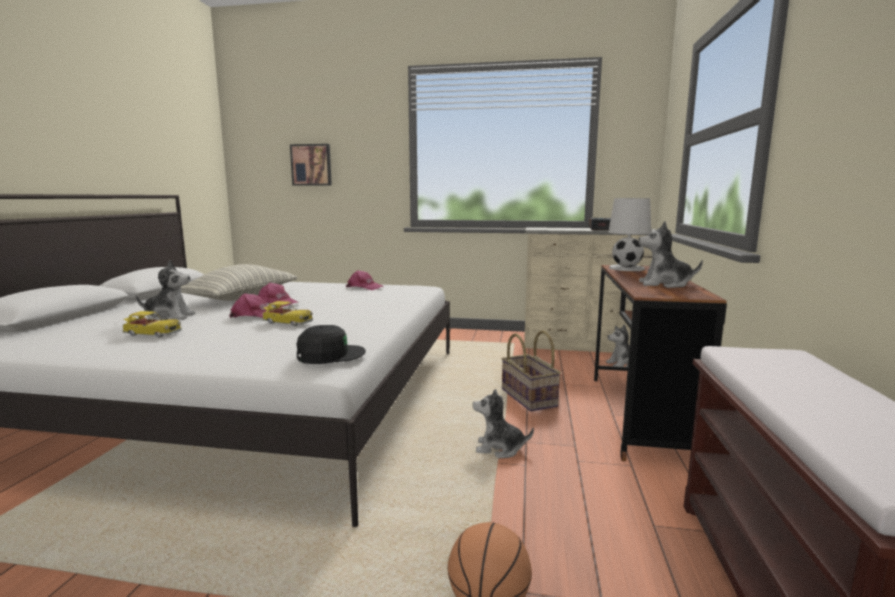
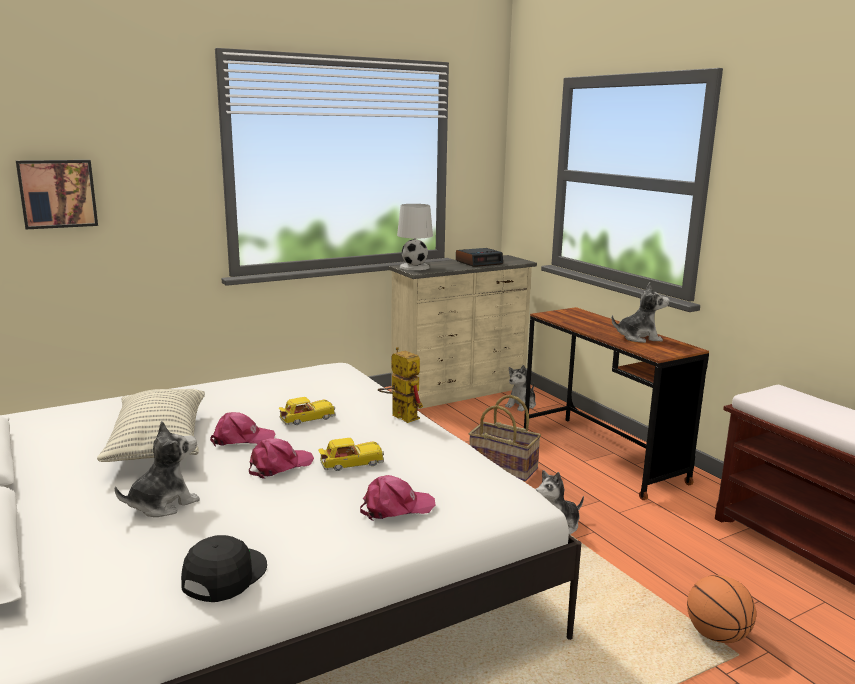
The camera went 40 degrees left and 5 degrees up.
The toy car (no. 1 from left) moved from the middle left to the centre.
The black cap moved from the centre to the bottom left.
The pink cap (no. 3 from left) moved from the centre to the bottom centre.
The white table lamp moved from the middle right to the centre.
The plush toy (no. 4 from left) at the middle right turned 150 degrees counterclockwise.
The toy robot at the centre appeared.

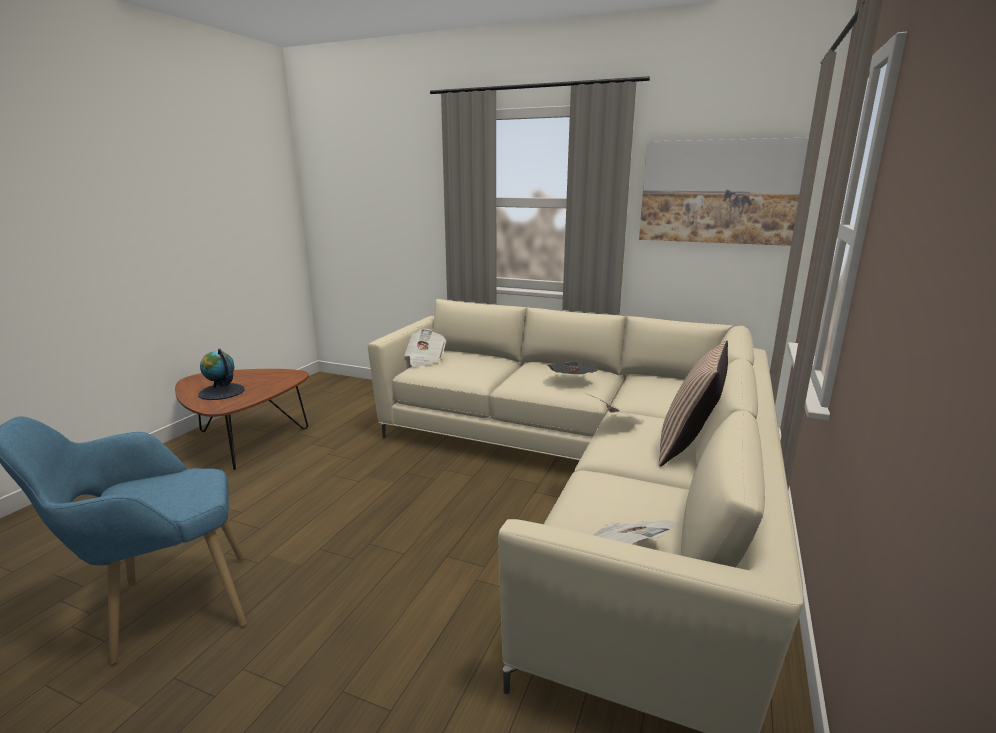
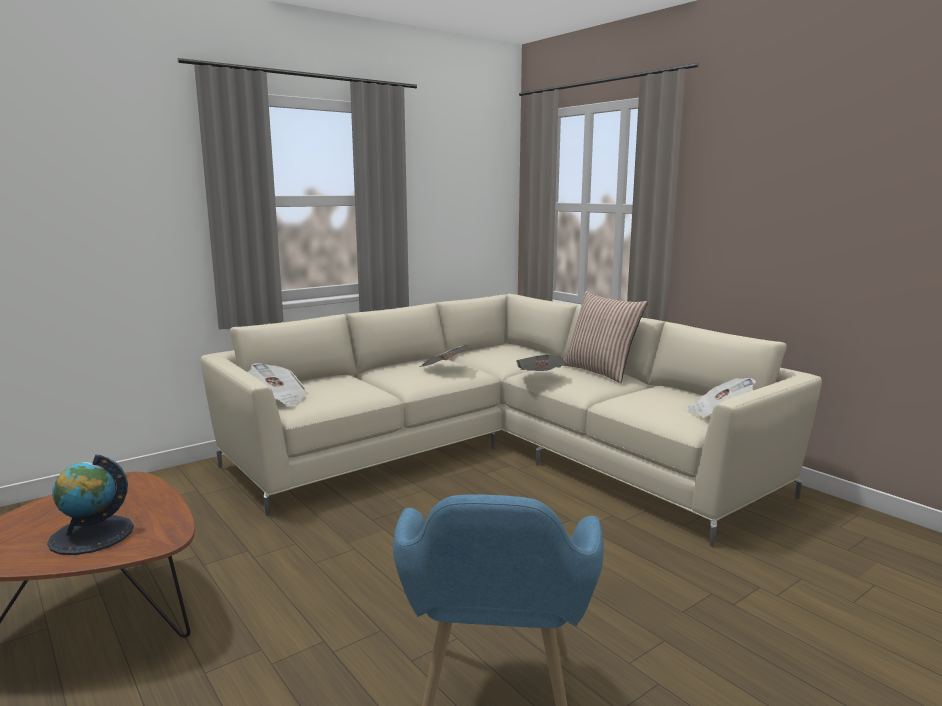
The camera went 60 degrees left and 5 degrees down.
The picture at the top right disappeared.

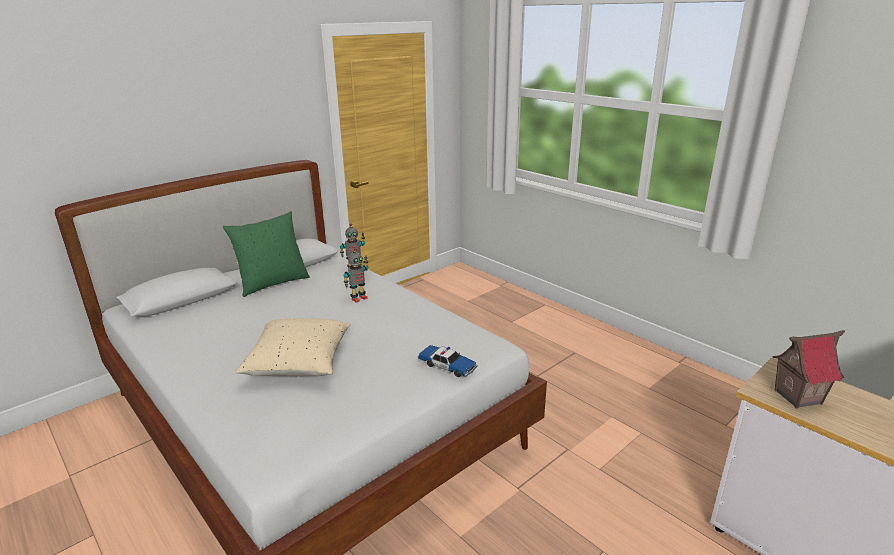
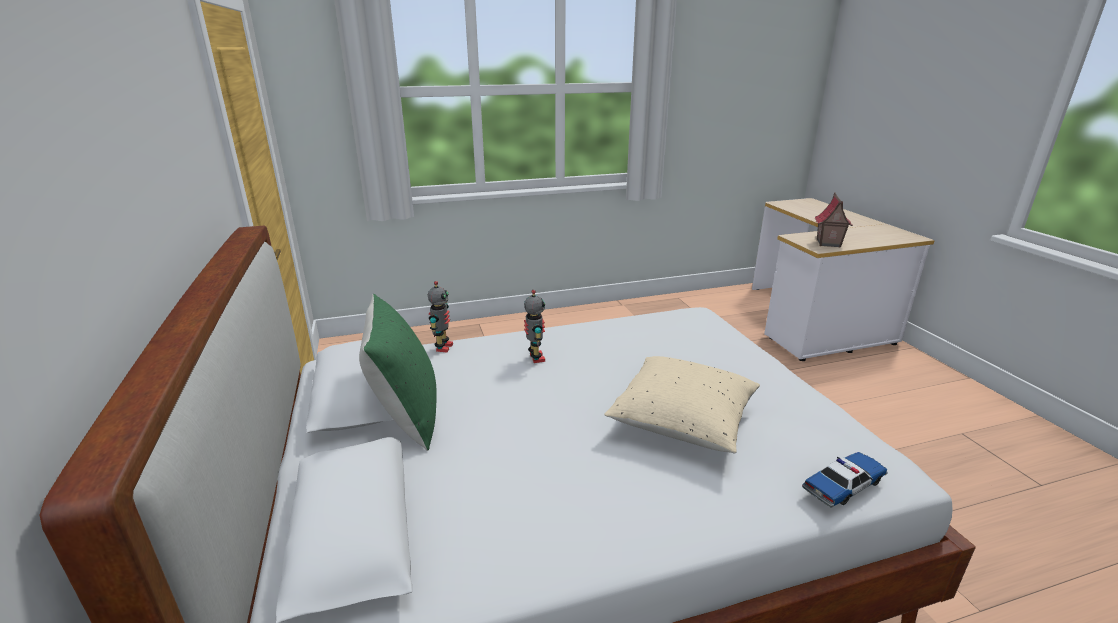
The camera went 65 degrees left and 0 degrees up.
The toy car moved from the centre to the bottom right.

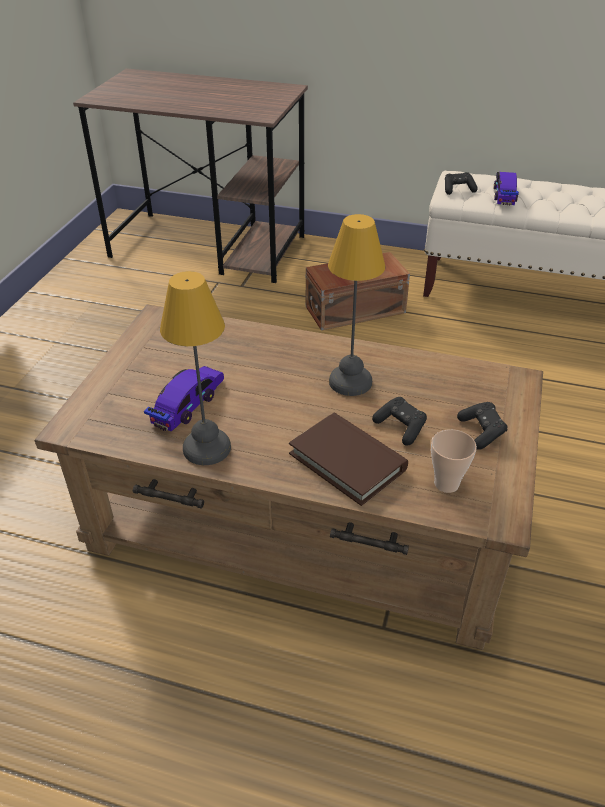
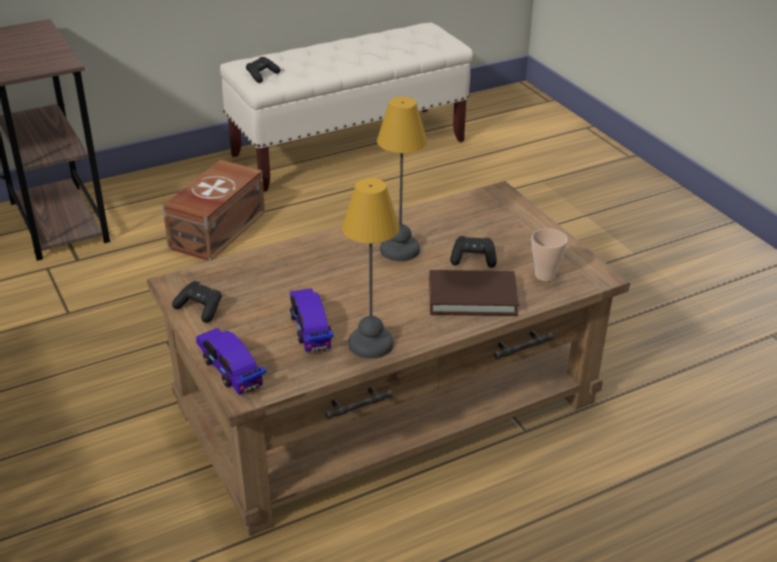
The camera went 45 degrees left and 5 degrees down.
The black game controller (no. 3 from left in the first image) moved from the middle right to the middle left.
The toy car (no. 2 from left in the first image) moved from the top right to the middle left.

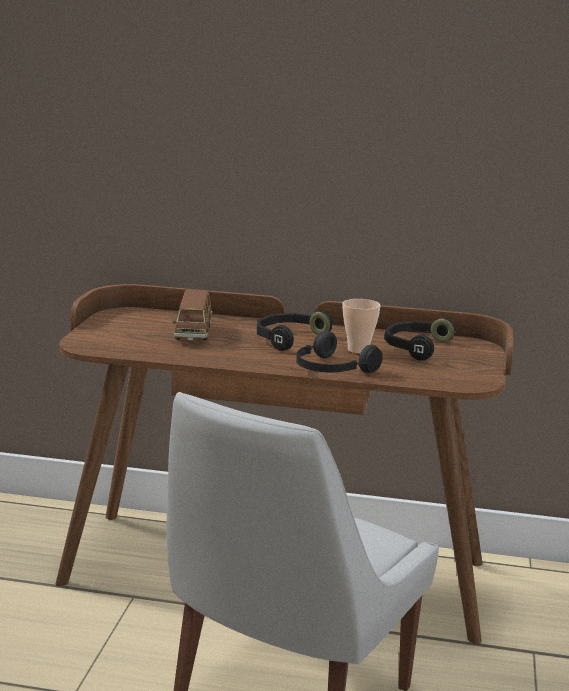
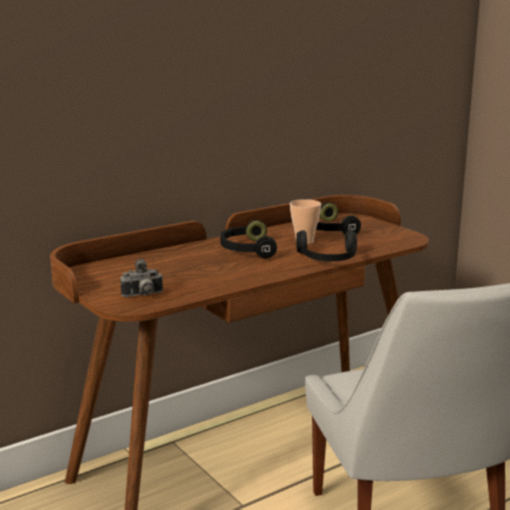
The camera went 45 degrees left and 0 degrees up.
The brown toy car at the centre disappeared.
The photo camera at the middle left appeared.

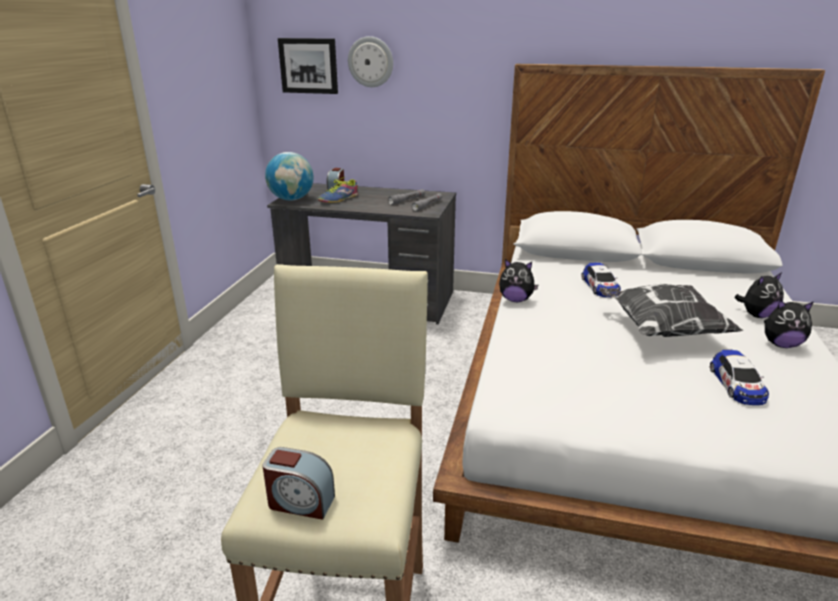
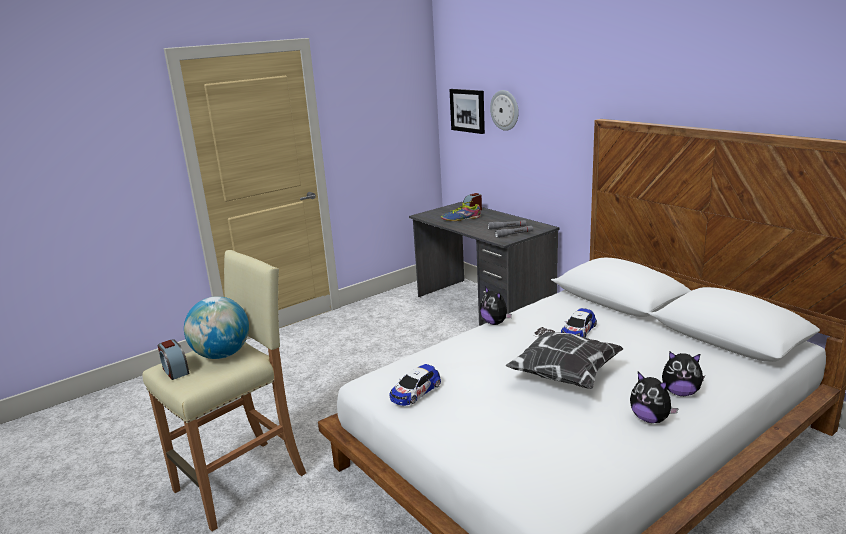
The camera went 40 degrees right and 5 degrees down.
The globe moved from the top centre to the middle left.
The toy car (no. 2 from left in the first image) moved from the middle right to the bottom centre.

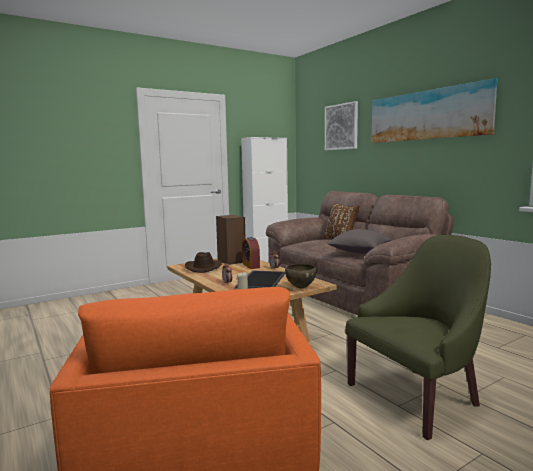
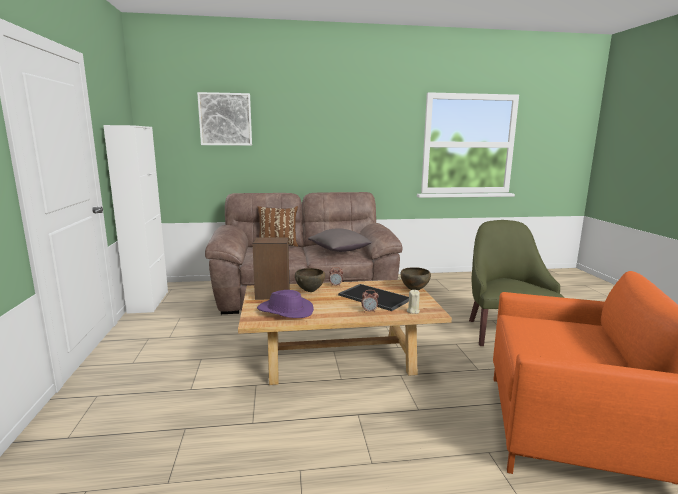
The camera went 65 degrees left and 5 degrees up.
The brown hat at the centre became the purple hat at the centre.
The alarm clock (no. 2 from left) at the centre was replaced by the brown bowl (no. 1 from left) at the centre.
The picture (no. 2 from left) at the top right disappeared.

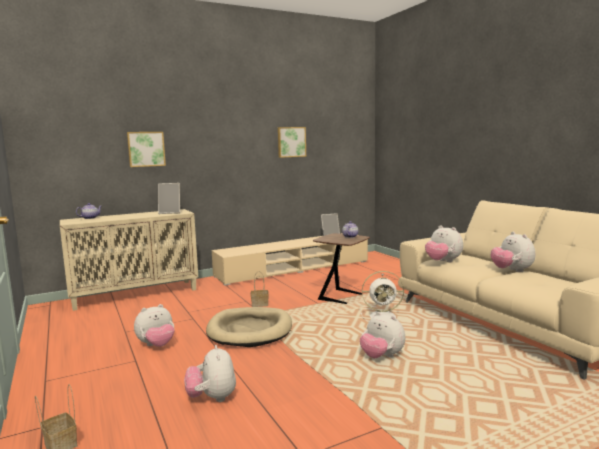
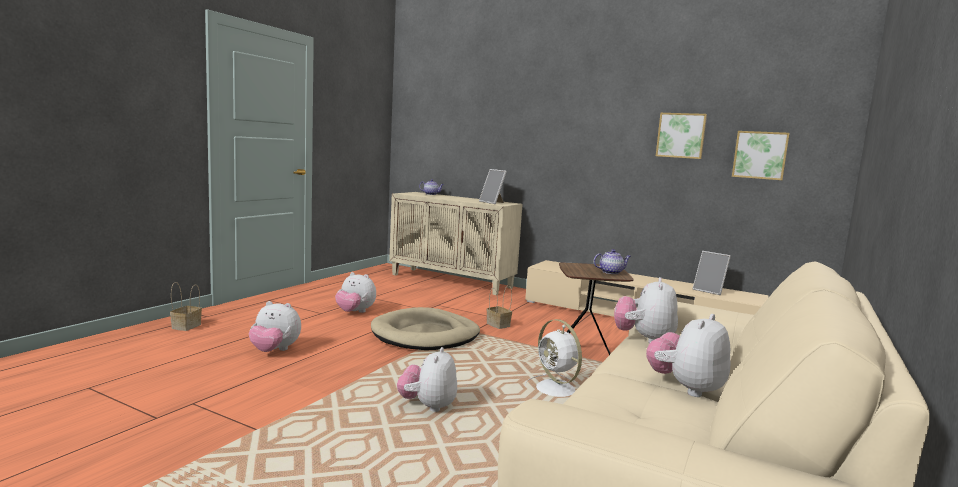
The camera went 55 degrees right and 0 degrees up.
The picture (no. 1 from left in the first image) moved from the top left to the top right.
The plush toy (no. 2 from left in the first image) at the bottom centre turned 120 degrees counterclockwise.

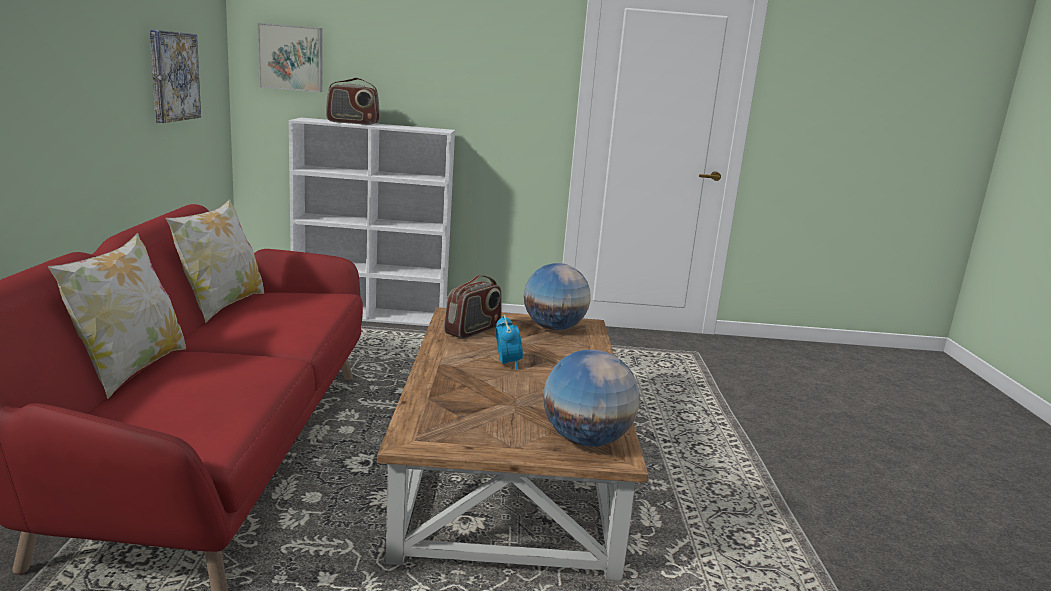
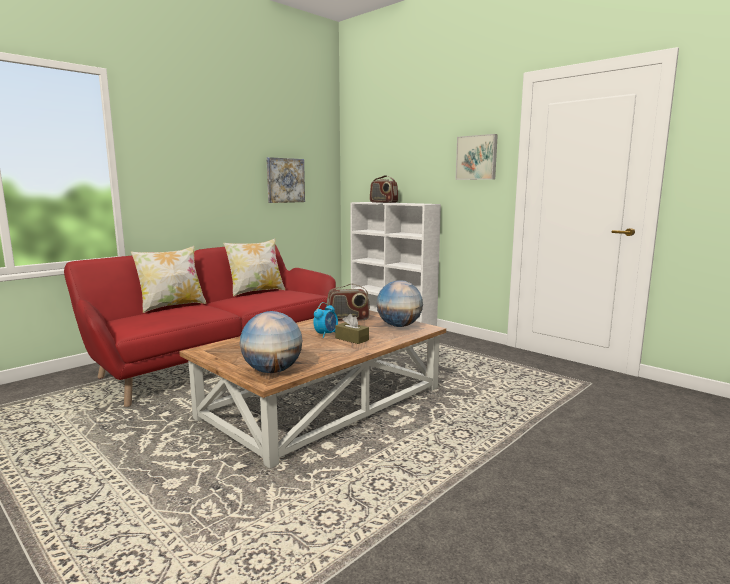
The camera went 45 degrees right and 5 degrees down.
The picture (no. 2 from left) moved from the top left to the top centre.
The brown tissue box at the centre appeared.

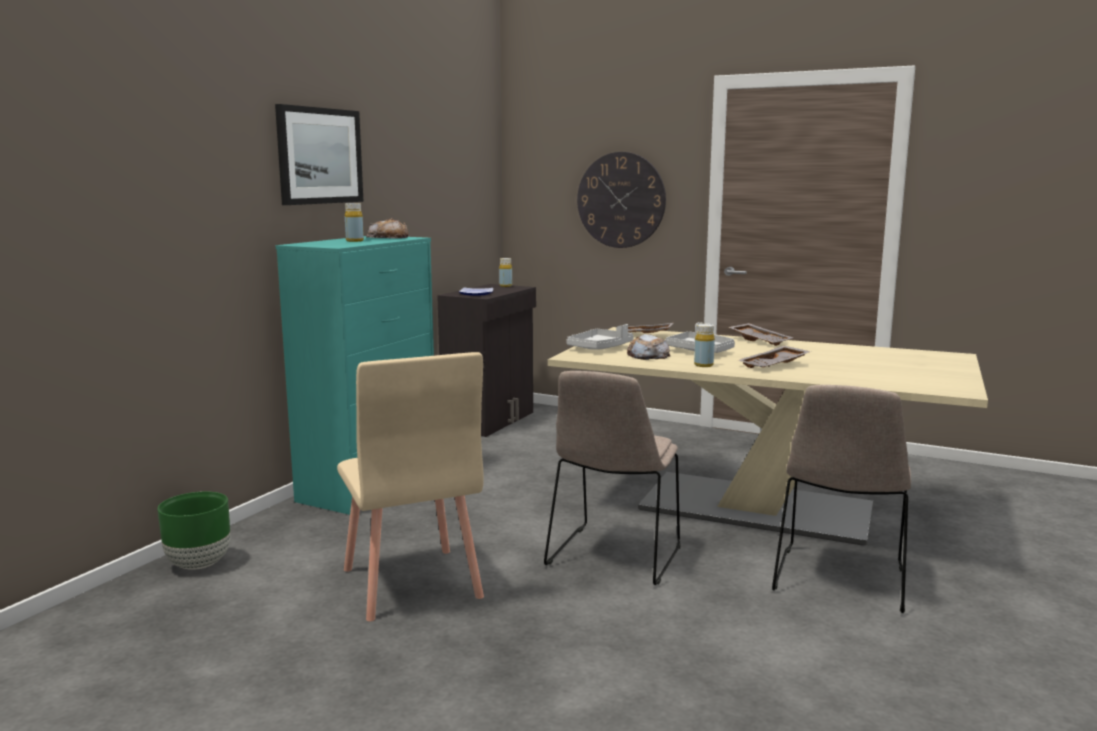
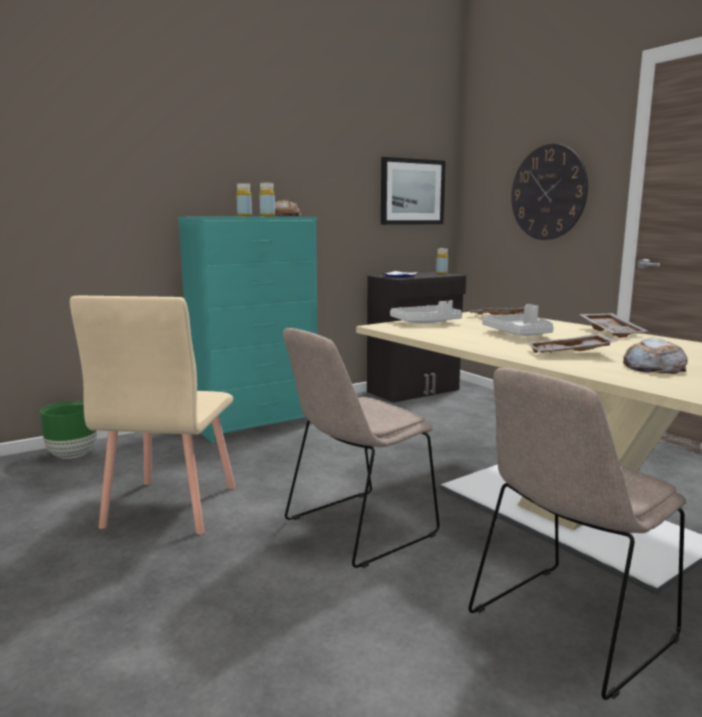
The camera went 30 degrees right and 0 degrees up.
The picture moved from the top left to the top centre.
The bread (no. 2 from left) moved from the centre to the middle right.
The yellow bottle (no. 3 from left in the first image) moved from the centre to the top centre.

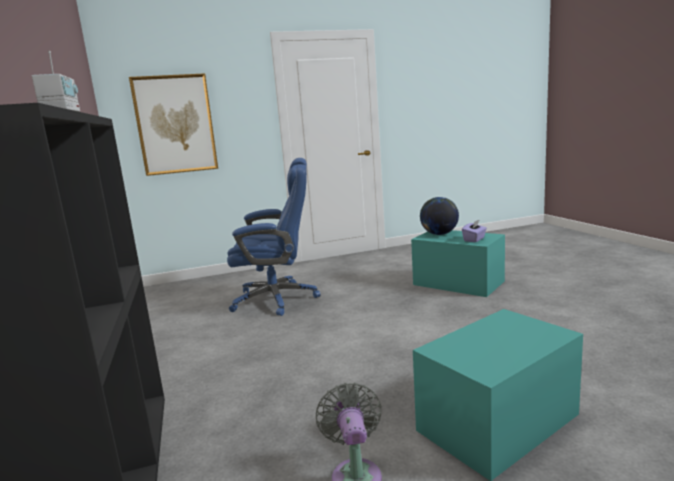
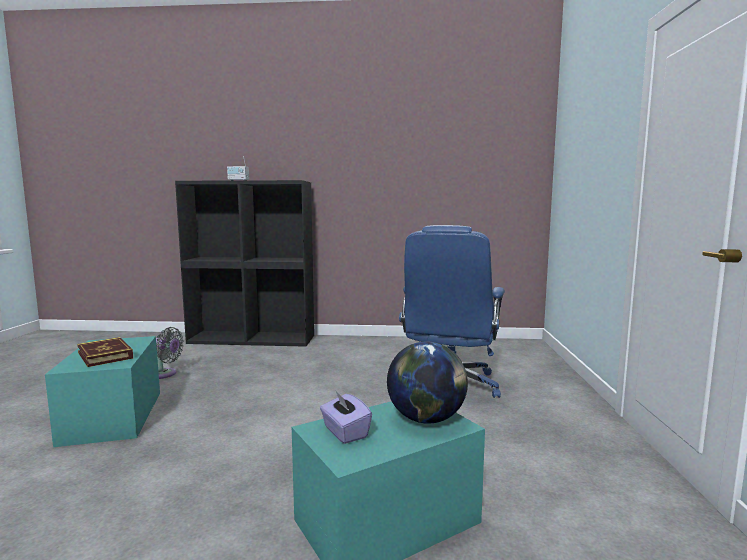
The camera went 110 degrees right and 5 degrees down.
The picture at the top left disappeared.
The book at the middle left appeared.

